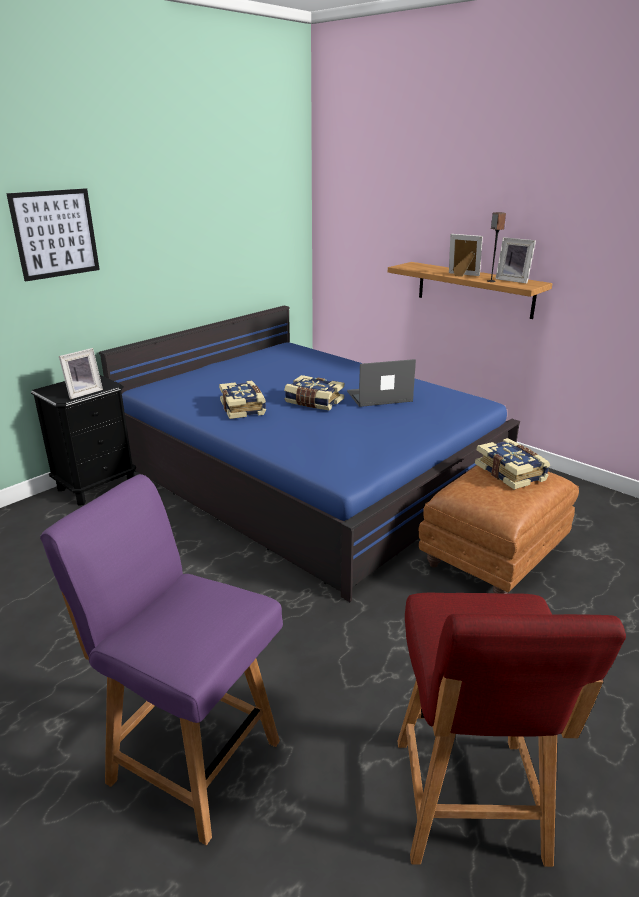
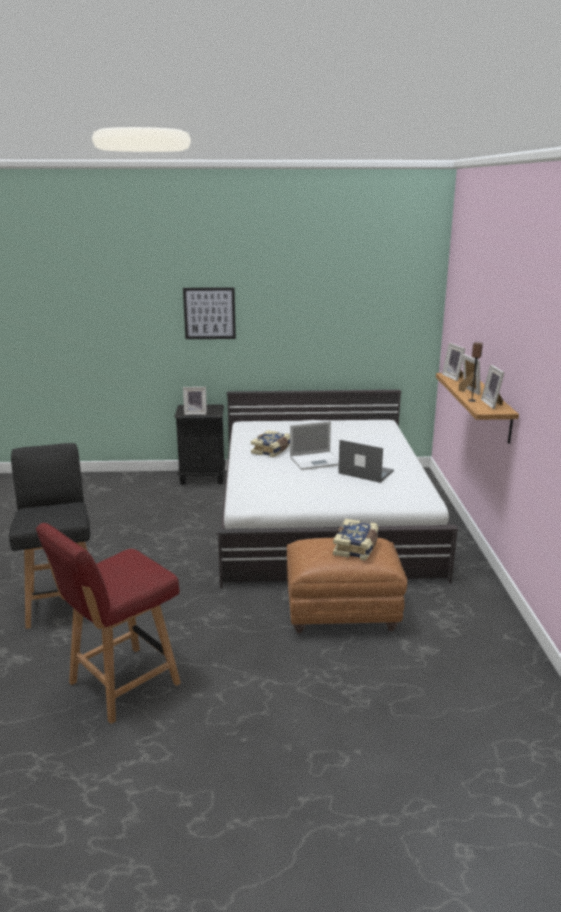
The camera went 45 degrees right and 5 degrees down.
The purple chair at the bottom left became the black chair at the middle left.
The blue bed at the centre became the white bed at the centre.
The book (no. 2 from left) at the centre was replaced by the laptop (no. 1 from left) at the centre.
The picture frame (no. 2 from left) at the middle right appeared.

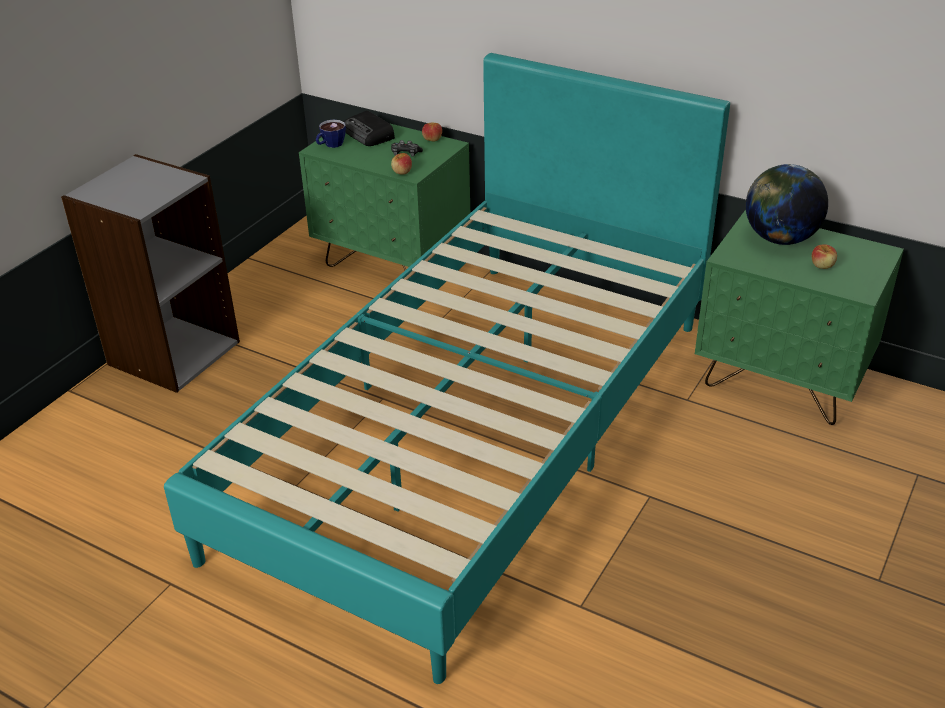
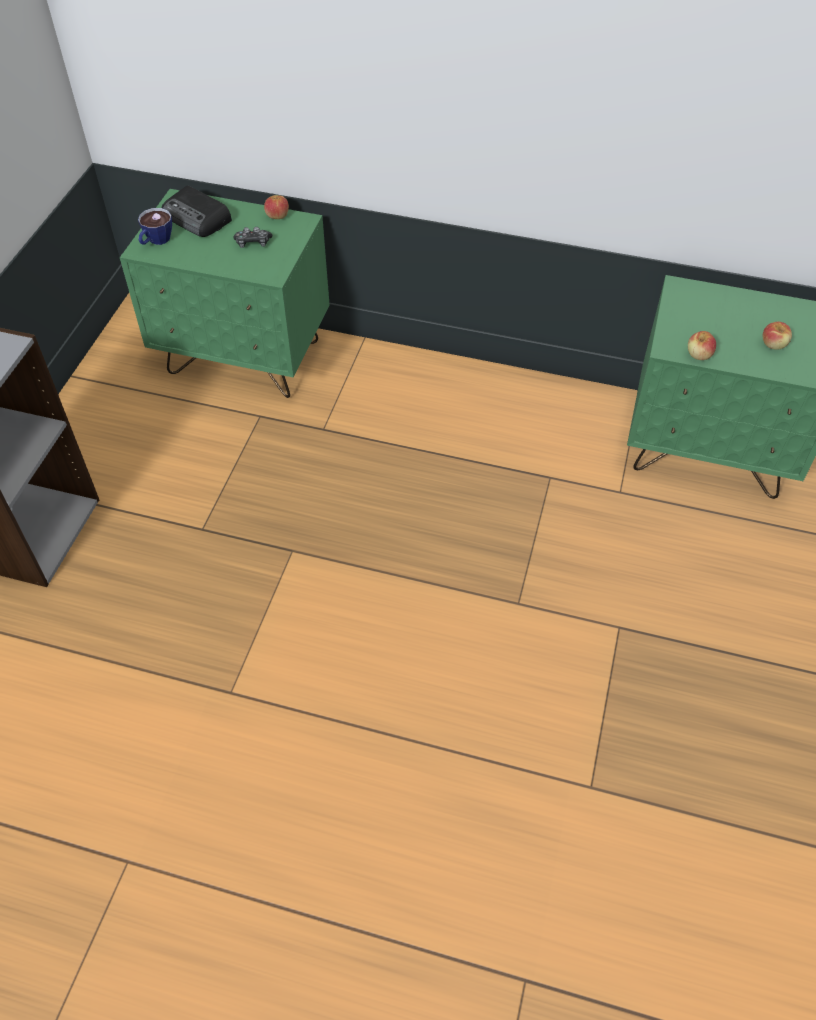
The camera went 15 degrees left and 15 degrees up.
The turquoise bed at the centre disappeared.
The apple (no. 1 from left in the first image) moved from the top centre to the middle right.
The globe at the top right disappeared.

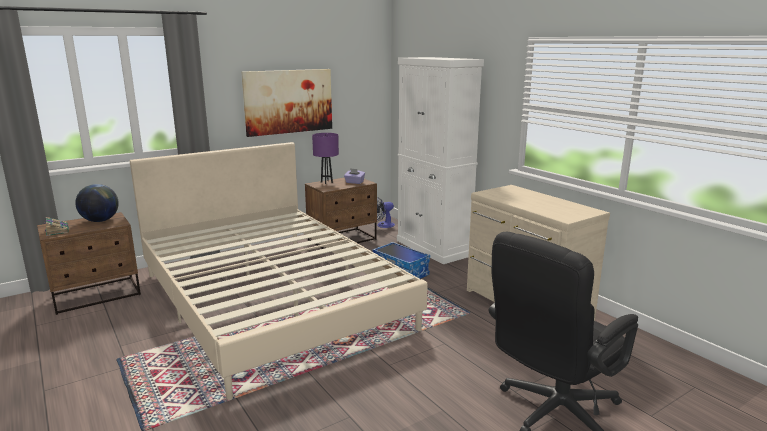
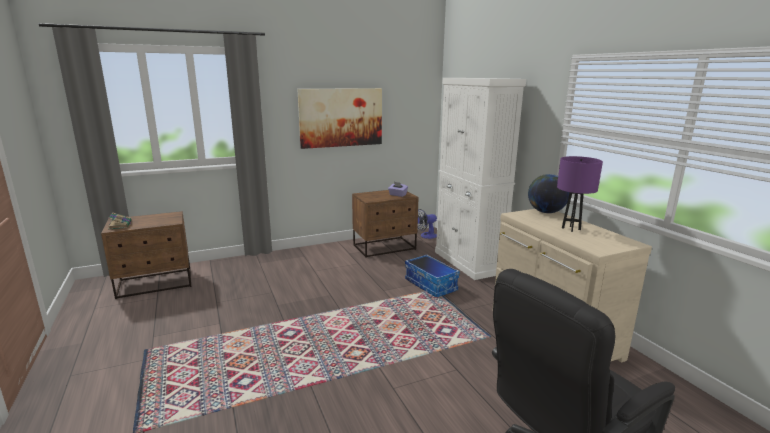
The camera went 10 degrees right and 0 degrees up.
The globe moved from the middle left to the middle right.
The beige bed at the centre disappeared.
The purple table lamp moved from the centre to the middle right.

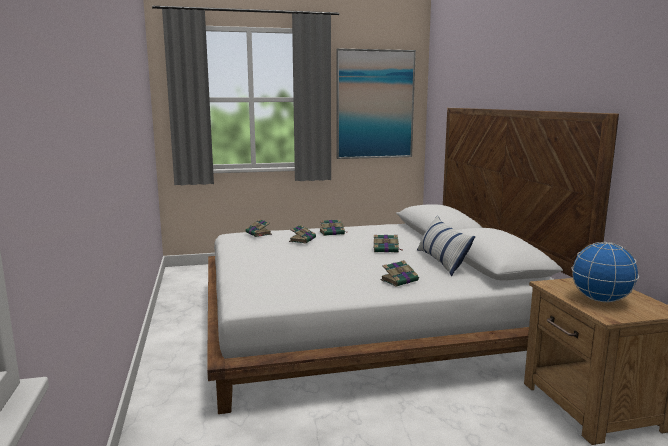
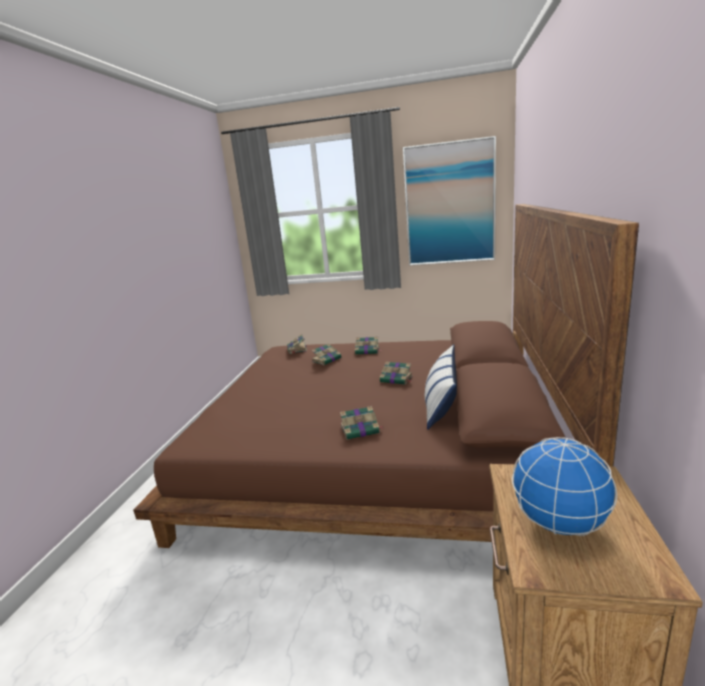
The camera went 25 degrees right and 5 degrees up.
The white bed at the centre became the brown bed at the centre.

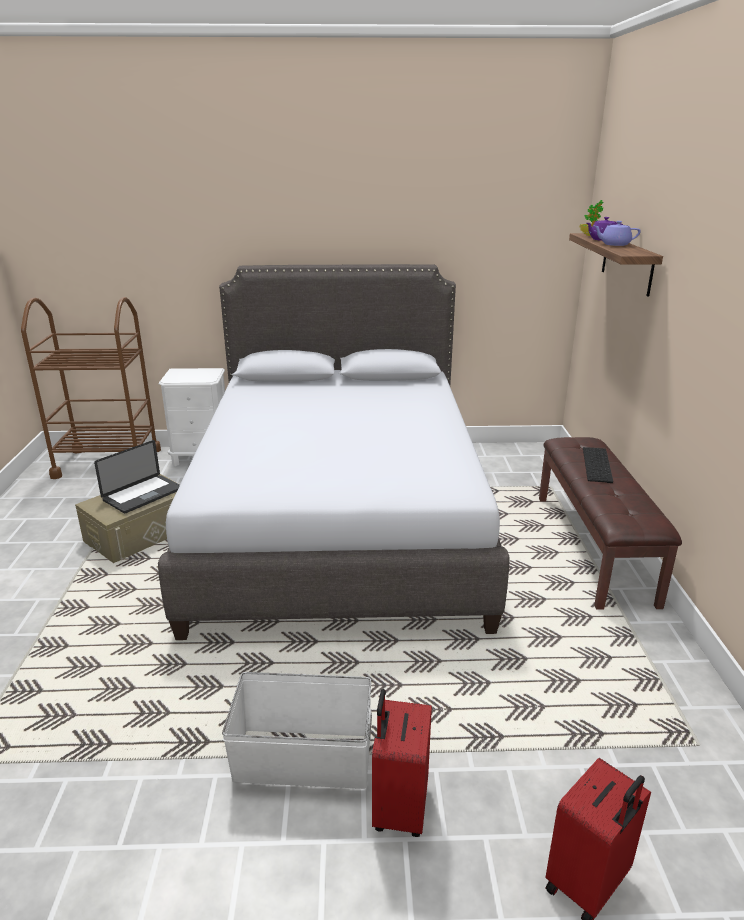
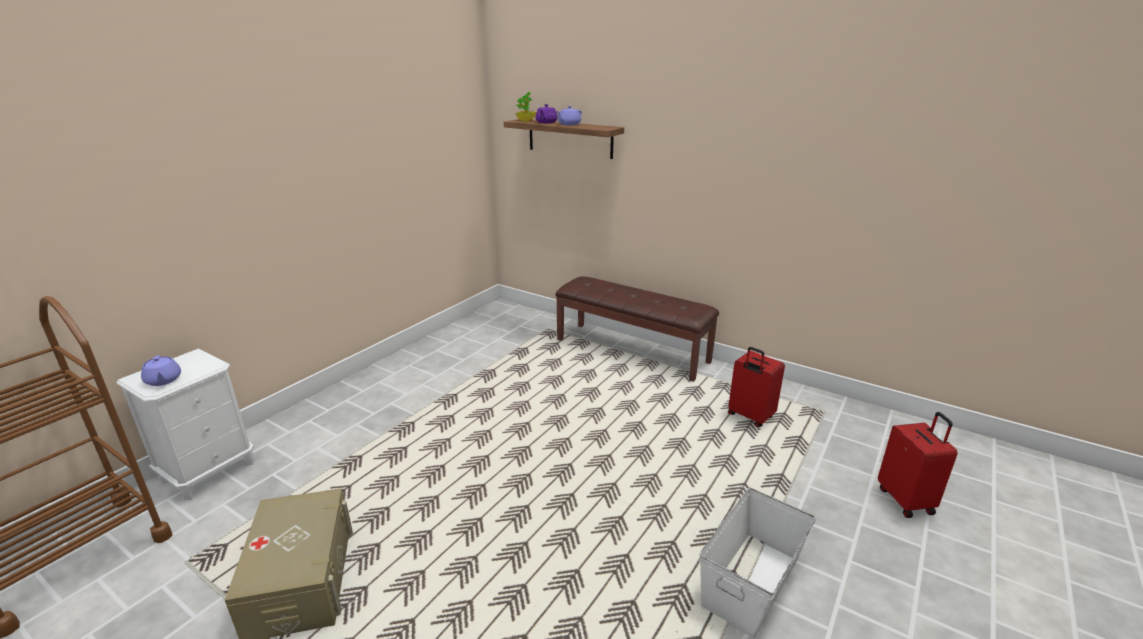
The camera went 55 degrees left and 0 degrees up.
The laptop at the middle left disappeared.
The grey bed at the centre disappeared.
The red suitcase (no. 1 from left) moved from the bottom centre to the centre.
The keyboard at the middle right disappeared.
The purple teapot (no. 1 from left) at the middle left appeared.

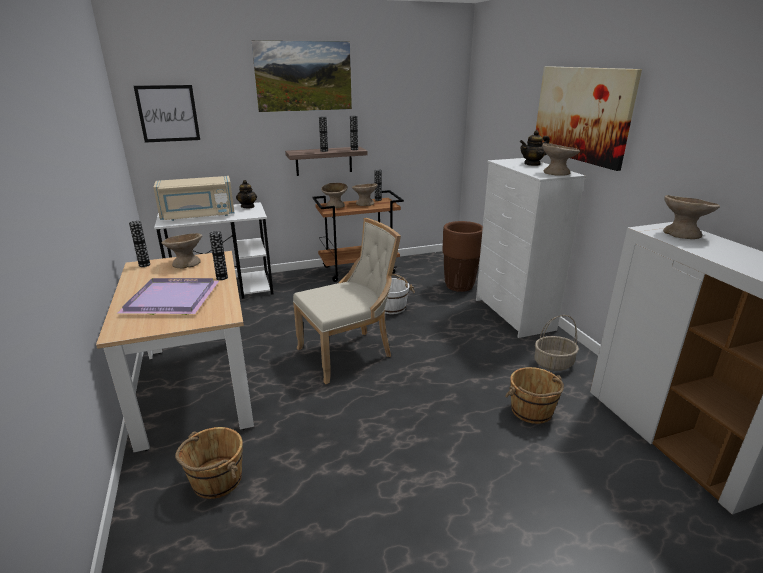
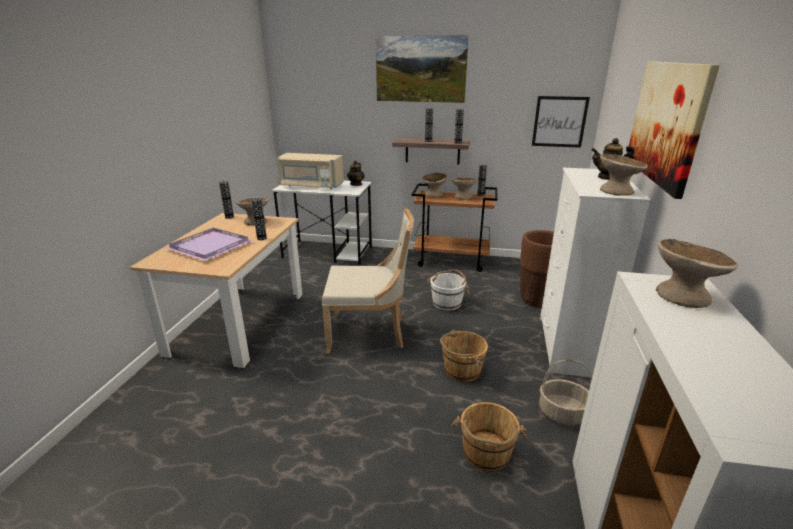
The camera went 30 degrees right and 0 degrees up.
The picture (no. 1 from left in the first image) moved from the top left to the top right.
The brown bucket (no. 1 from left) moved from the bottom left to the bottom centre.

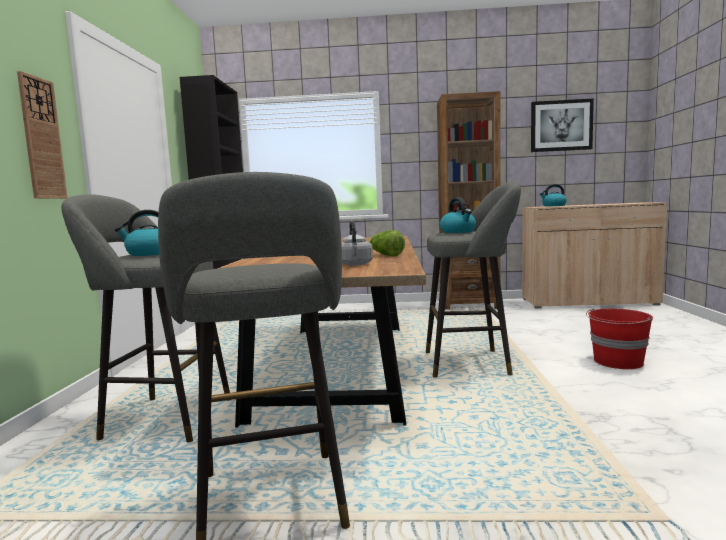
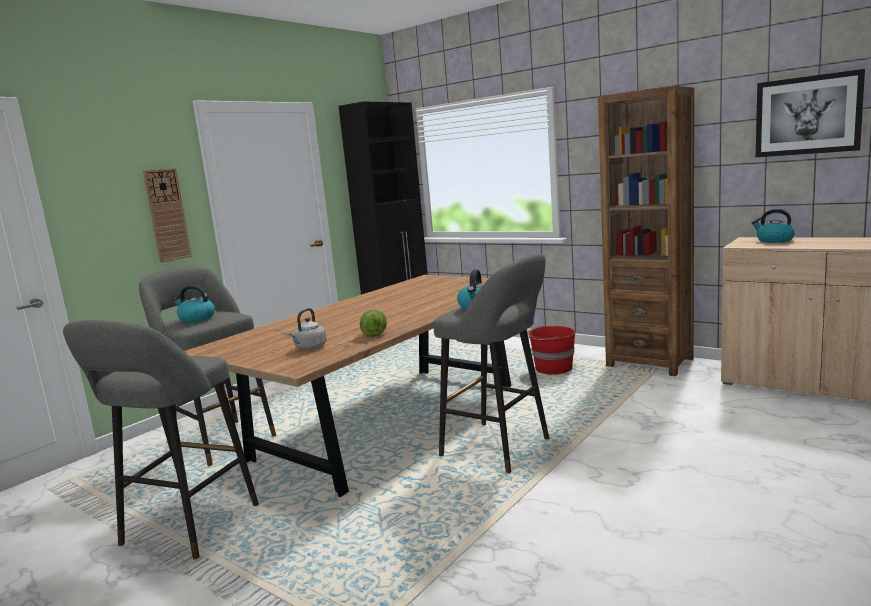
The camera went 35 degrees right and 5 degrees up.
The red bucket moved from the middle right to the centre.

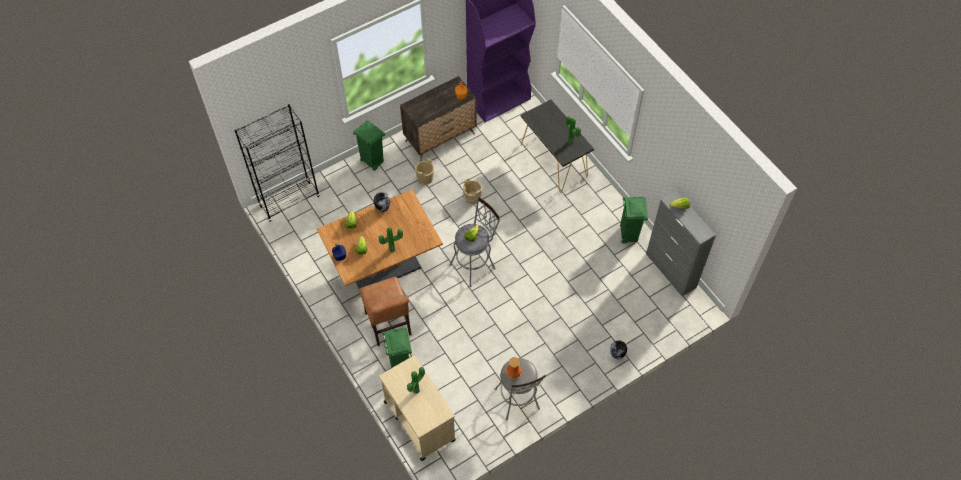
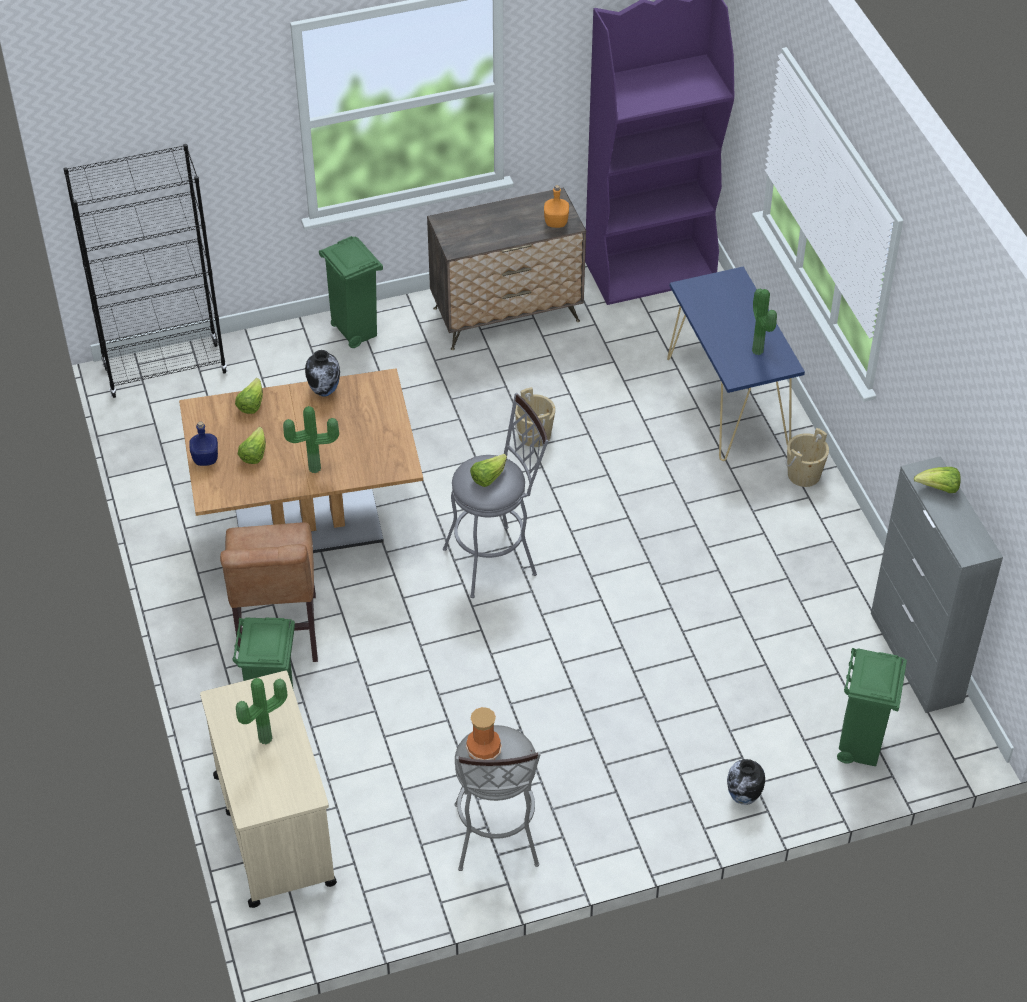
The camera went 15 degrees right and 10 degrees down.
The beige bucket (no. 1 from left in the first image) moved from the centre to the middle right.
The black console table at the top centre became the blue console table at the middle right.
The green trash can (no. 3 from left) moved from the centre to the bottom right.

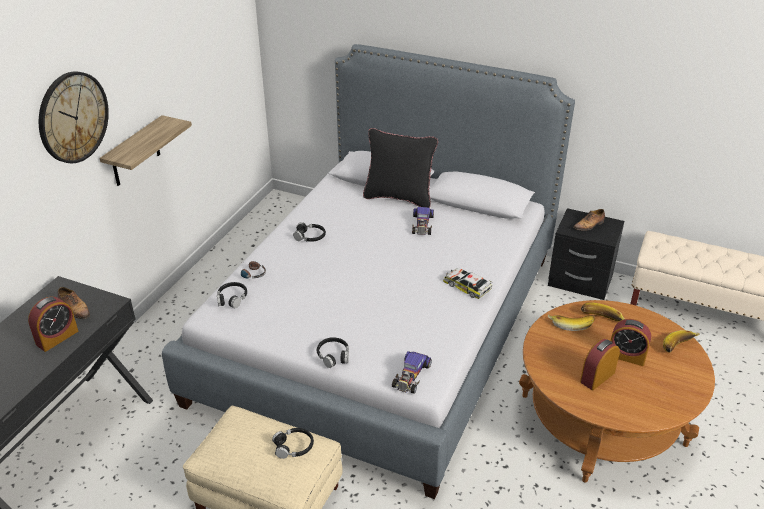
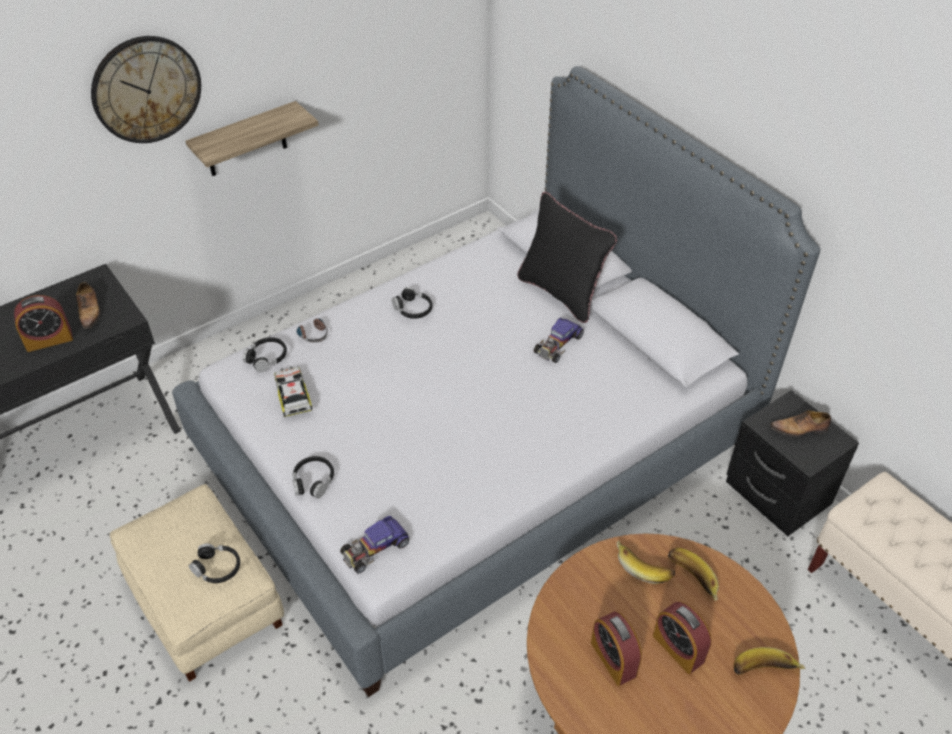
The camera went 30 degrees right and 10 degrees up.
The toy car (no. 3 from left in the first image) moved from the centre to the middle left.
The alarm clock (no. 2 from left) at the bottom right turned 105 degrees counterclockwise.

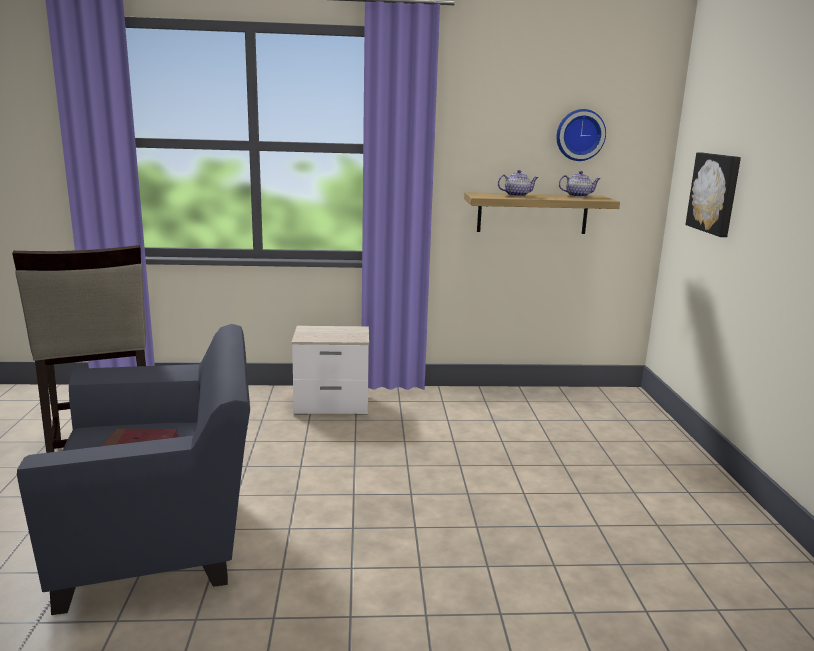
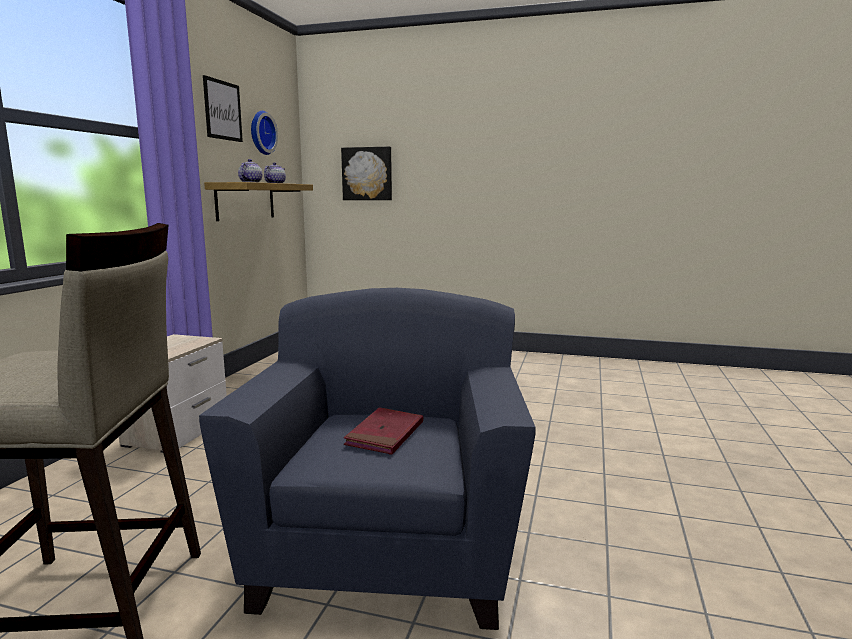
The camera went 70 degrees left and 5 degrees down.
The picture (no. 1 from left) at the top left appeared.

